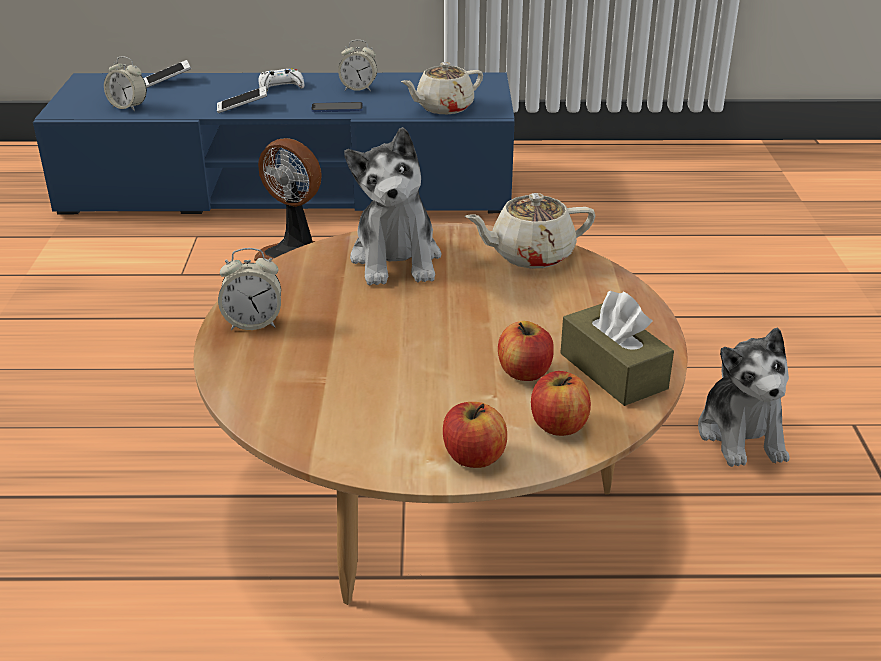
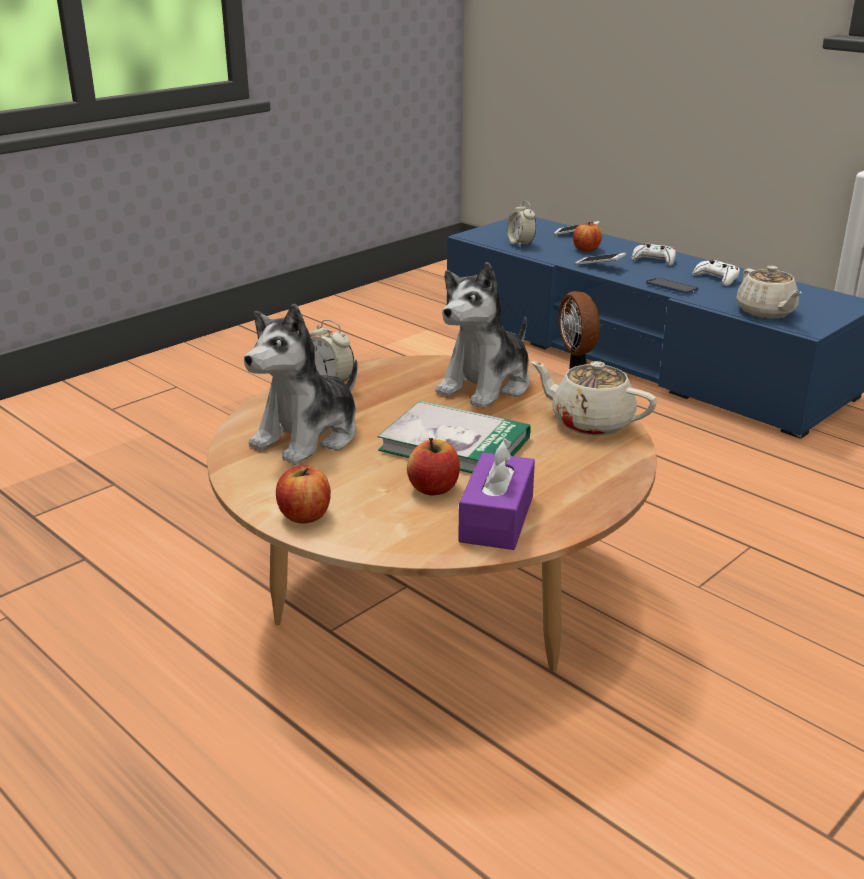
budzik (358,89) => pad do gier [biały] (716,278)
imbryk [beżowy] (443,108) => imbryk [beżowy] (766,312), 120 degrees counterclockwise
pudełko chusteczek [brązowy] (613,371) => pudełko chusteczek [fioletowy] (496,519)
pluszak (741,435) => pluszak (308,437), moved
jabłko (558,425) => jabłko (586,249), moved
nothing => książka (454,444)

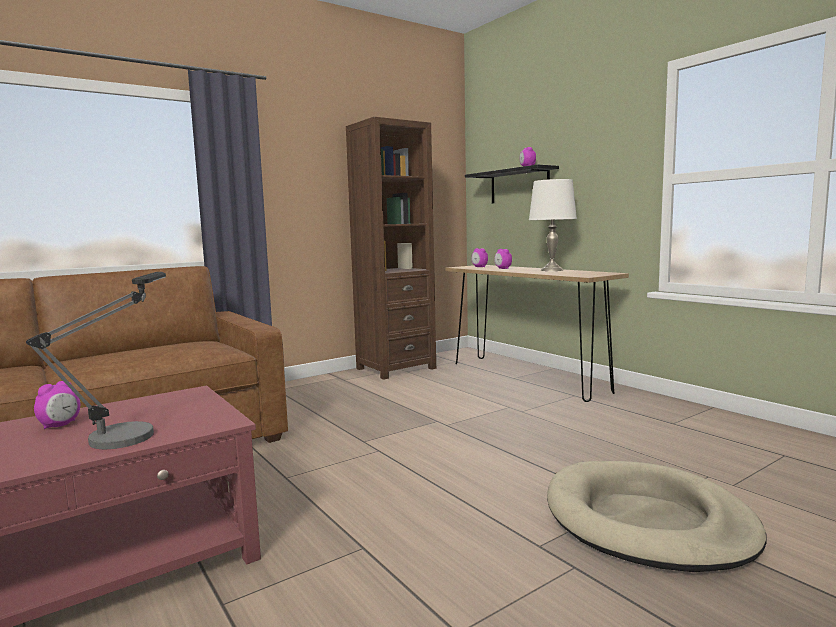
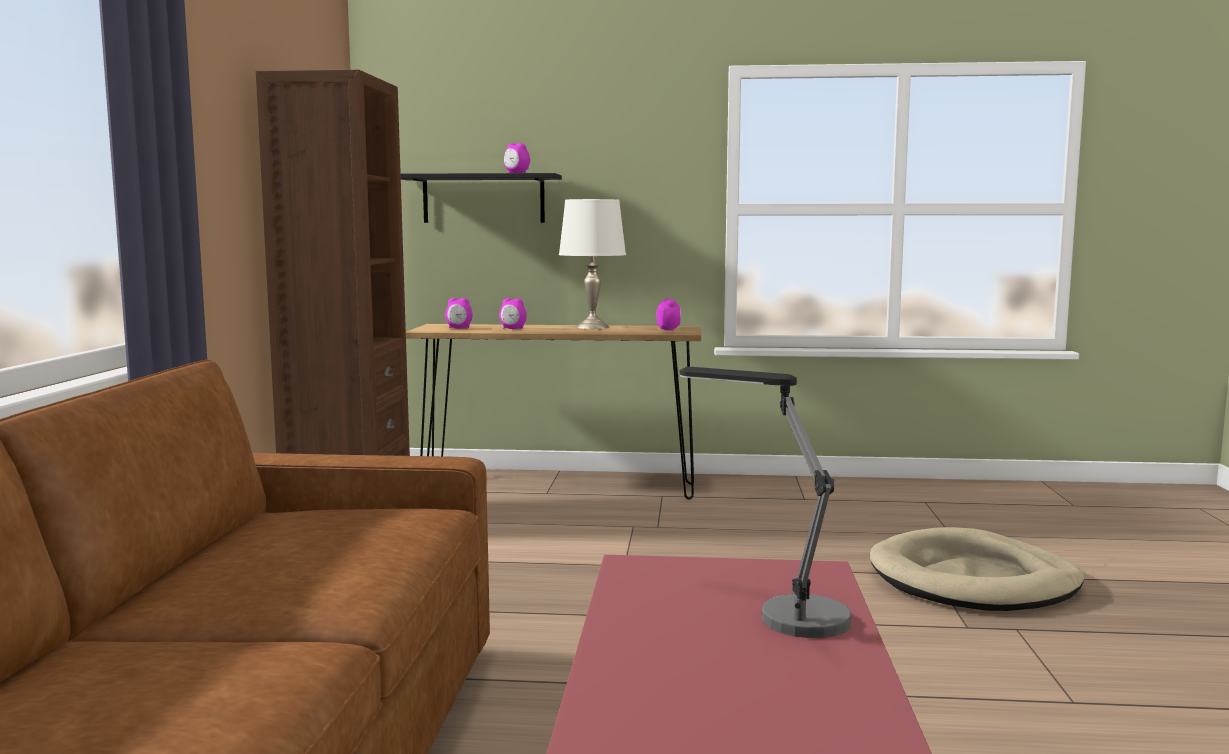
budzik (60,425) => budzik (669,330), moved

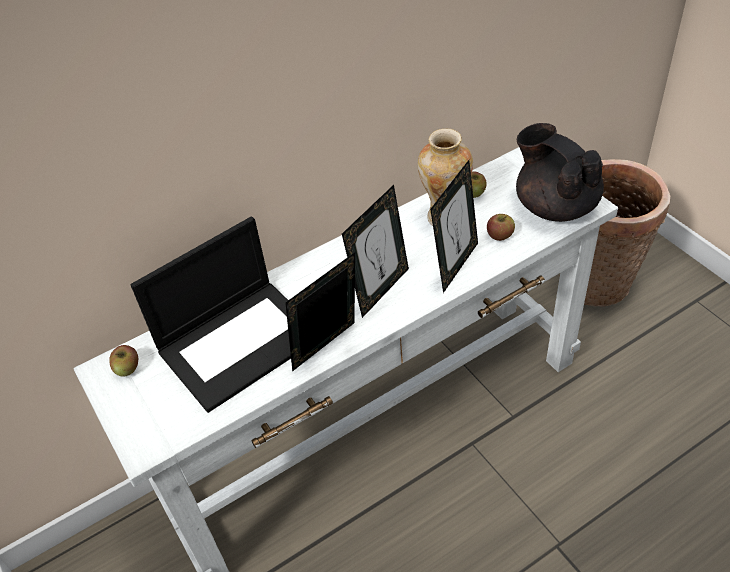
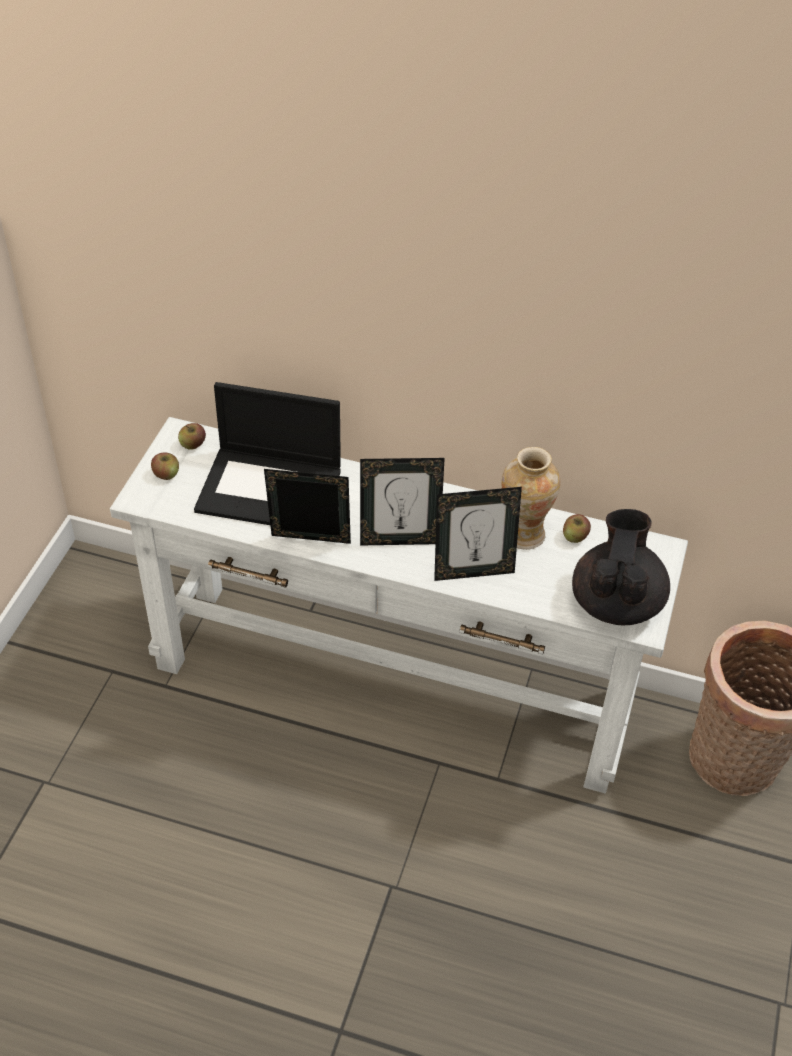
jabłko (500,235) => jabłko (166,474), moved

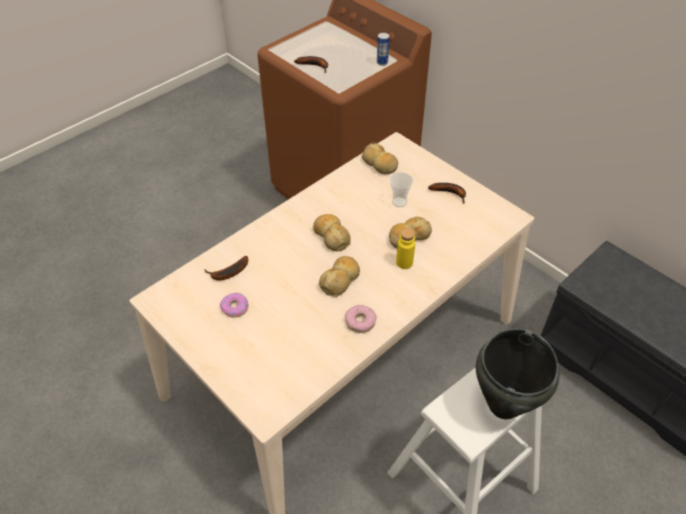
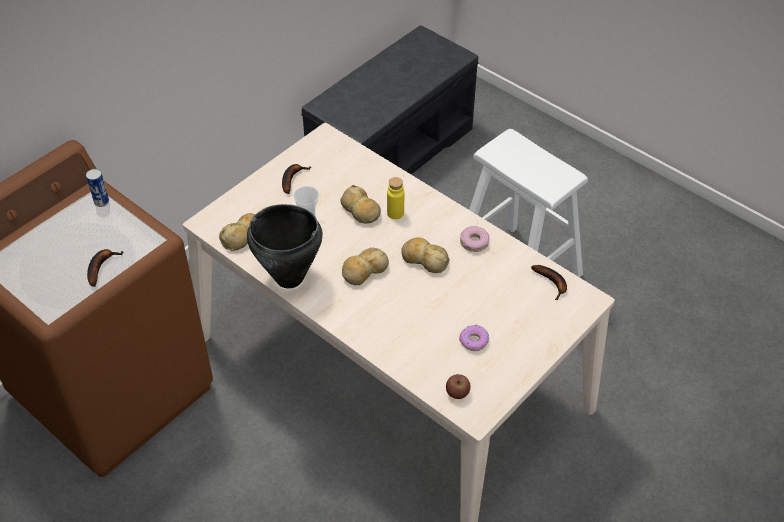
banan (228,273) => banan (552,283), moved
garnek [czarny] (503,405) => garnek [czarny] (289,278), moved
nothing => jabłko (457,392)

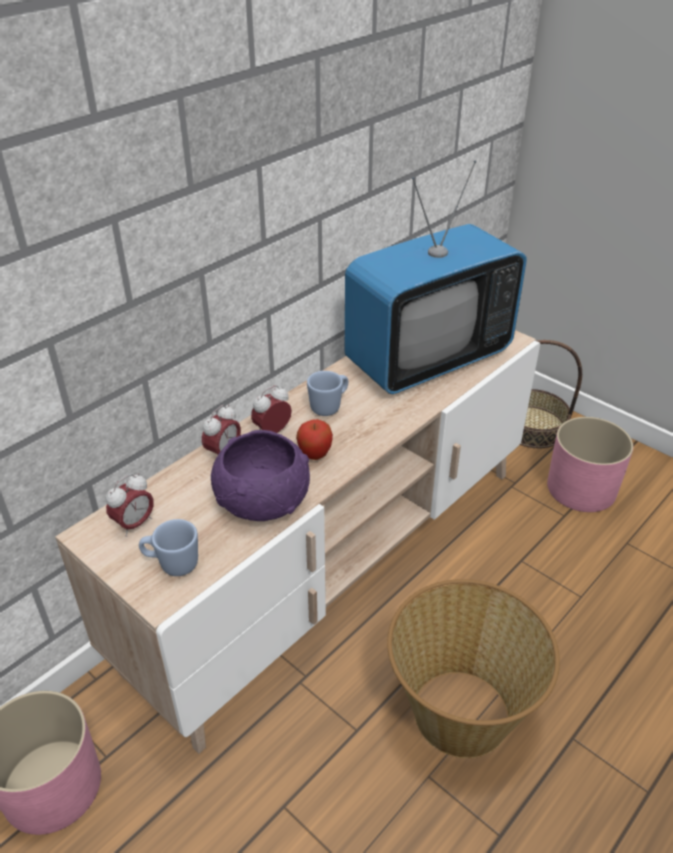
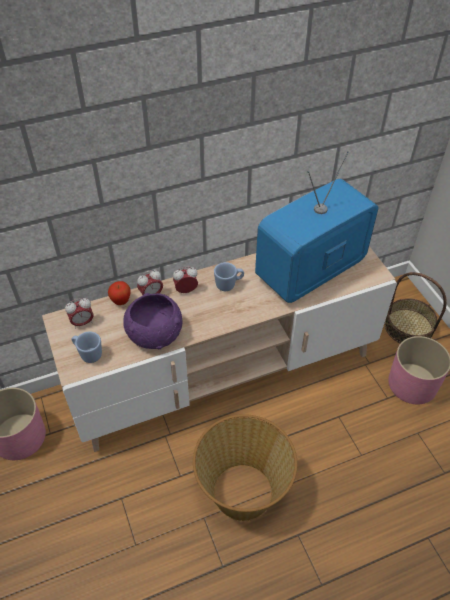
telewizor (427,359) => telewizor (311,271), 150 degrees clockwise
jabłko (315,455) => jabłko (121,301), moved

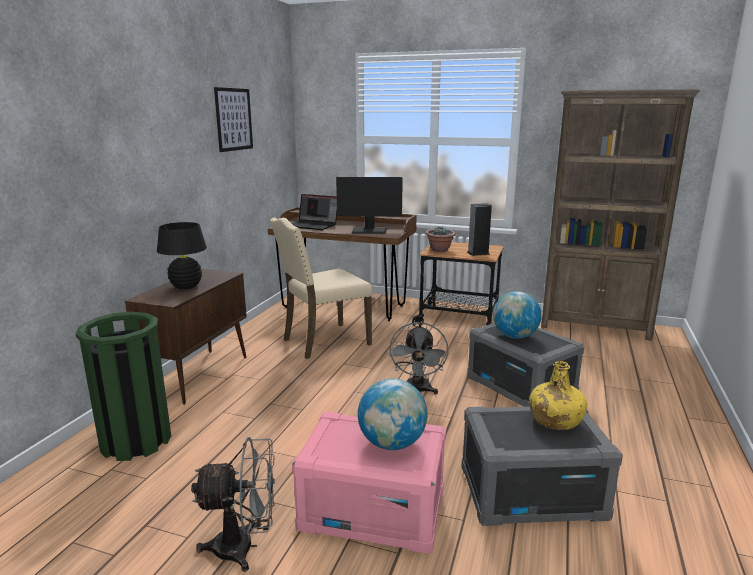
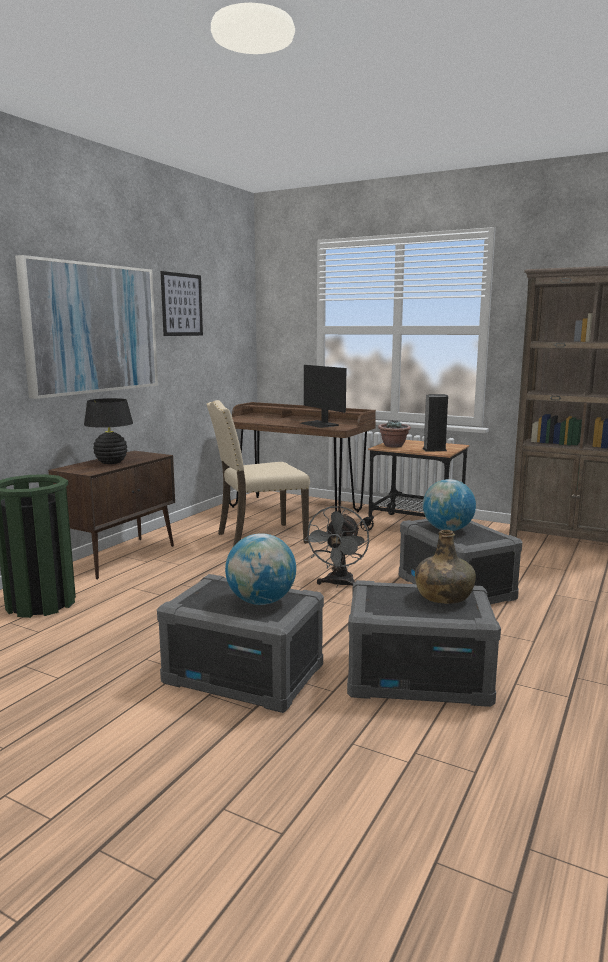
monitor (369,231) => monitor (320,424), 45 degrees clockwise
laptop (313,225) => nothing
butelka [żółty] (554,420) => butelka [zielony] (443,596)
pojemnik do przechowywania [różowy] (373,509) => pojemnik do przechowywania [szary] (244,674)
wentylator [szary] (244,547) => nothing
nothing => obraz (91,328)

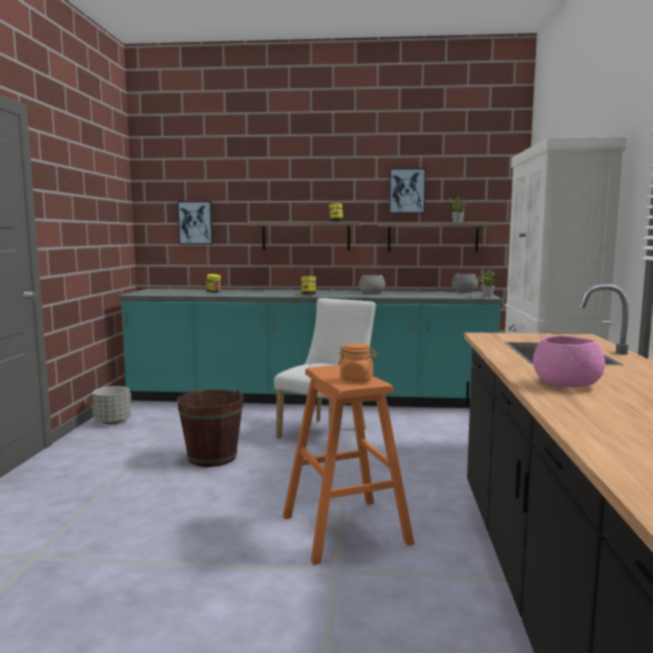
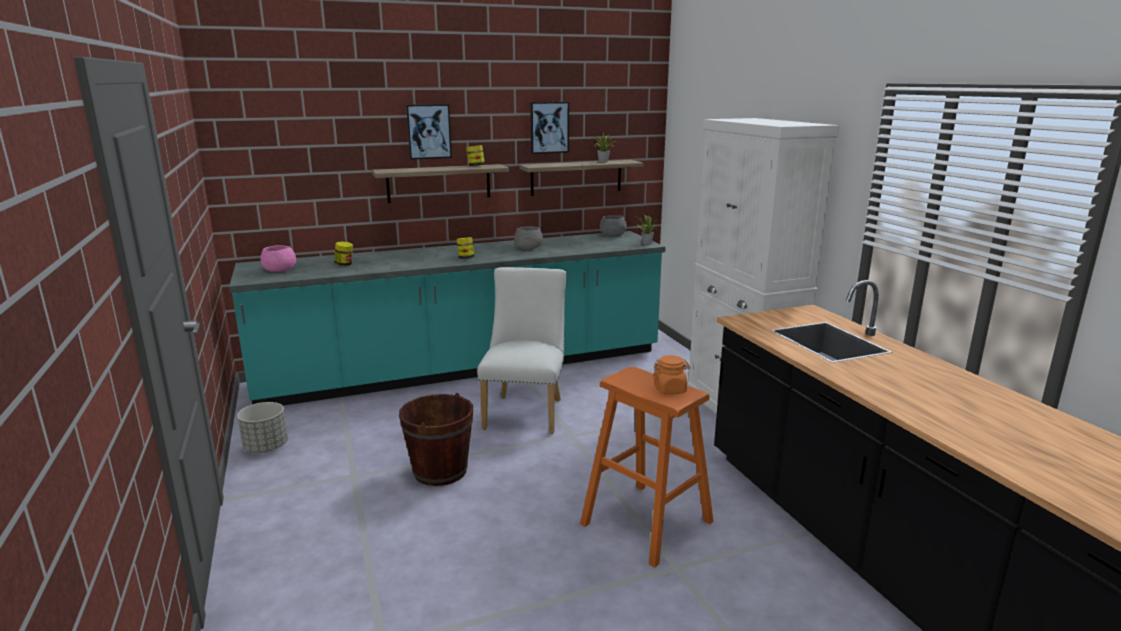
obraz (195,222) => obraz (429,131), moved
miska [różowy] (567,384) => miska [różowy] (280,270), moved

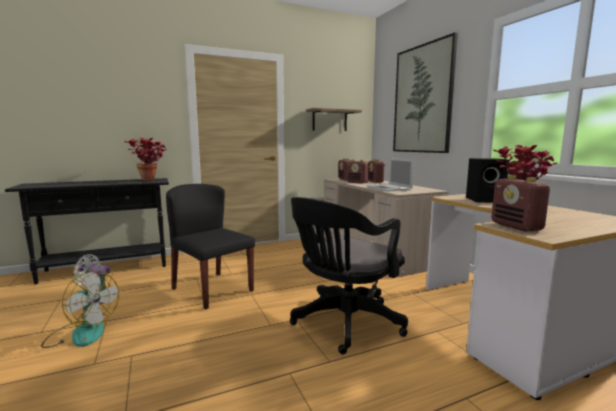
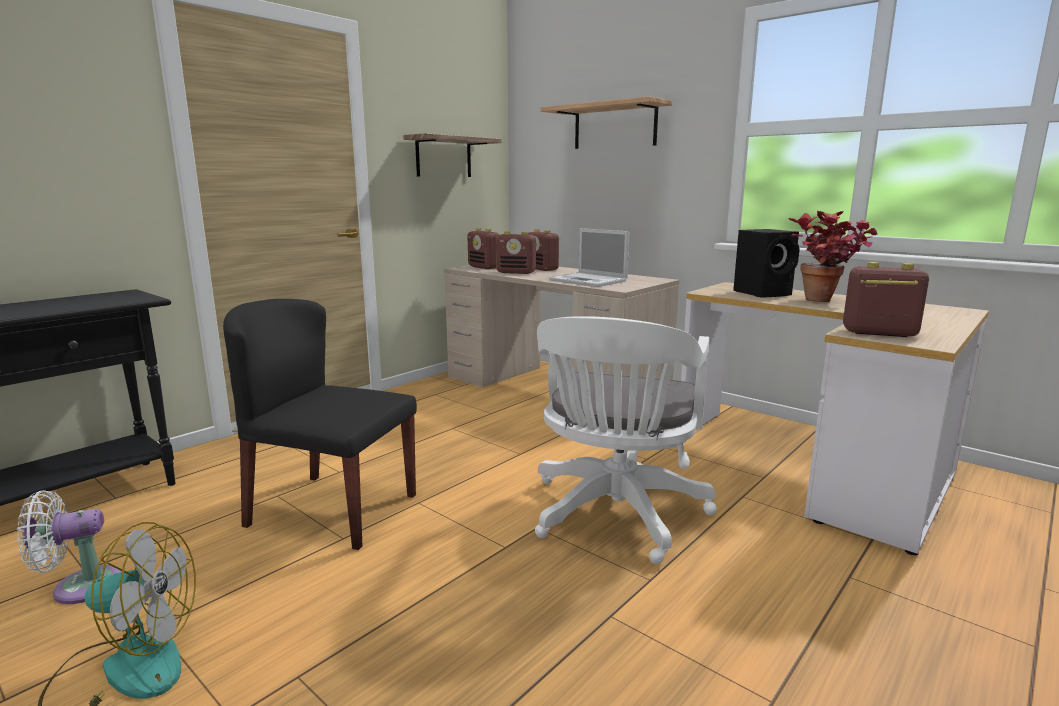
obraz (422,99) => półka (614,126)
roślina doniczkowa (150,181) => nothing
radio (516,227) => radio (878,333), 150 degrees clockwise
krzesło biurowe [czarny] (344,323) => krzesło biurowe [biały] (615,516)

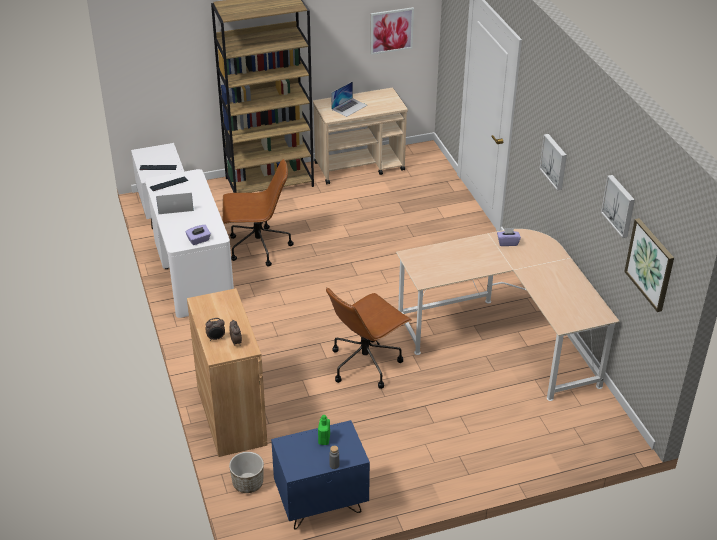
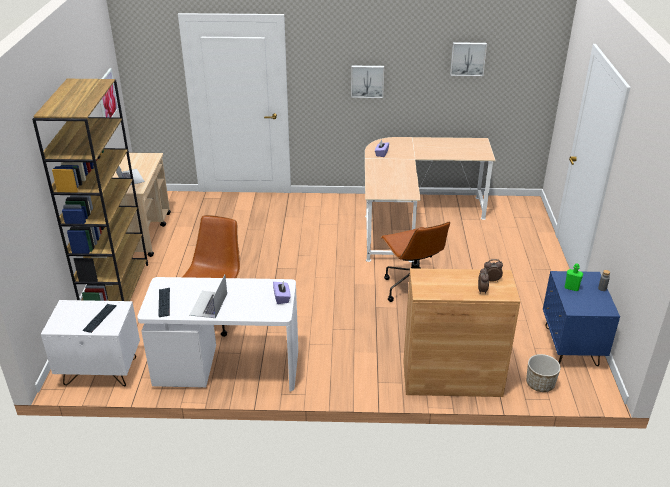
obraz (650,264) => nothing

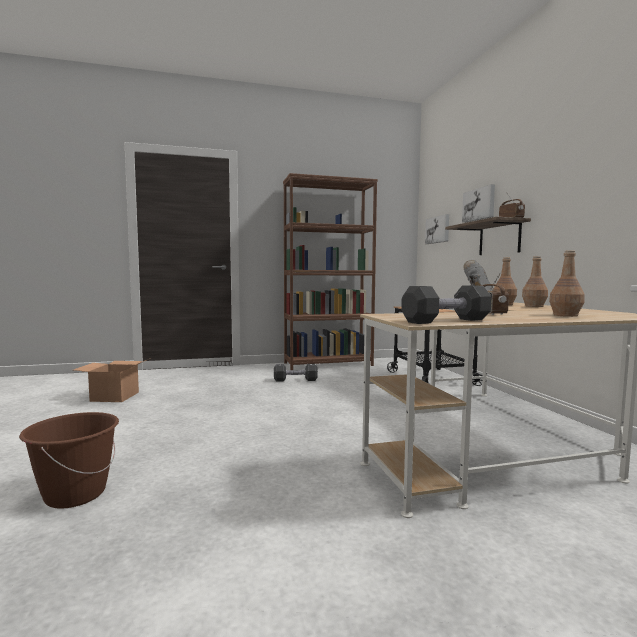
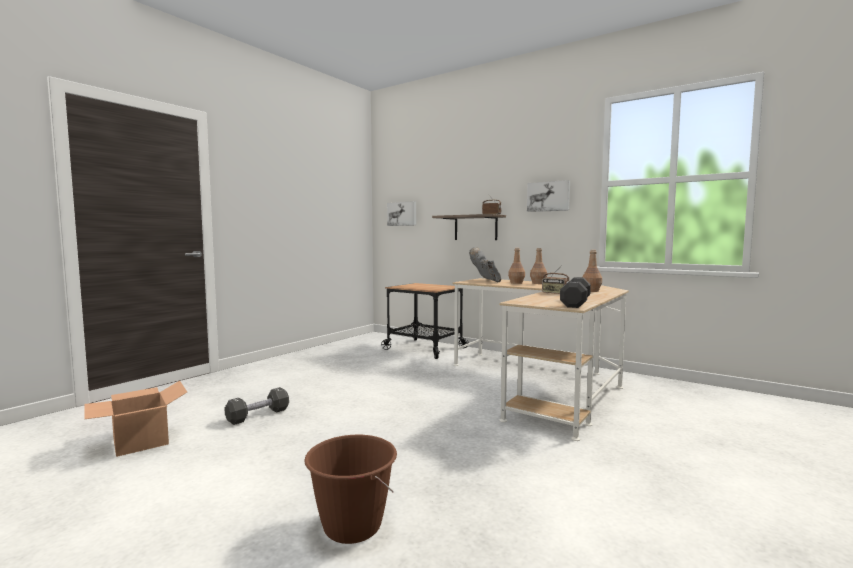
regał [brązowy] (328,364) => nothing
obraz (479,204) => obraz (548,196), moved
hantel [czarny] (295,380) => hantel [czarny] (258,416), moved

